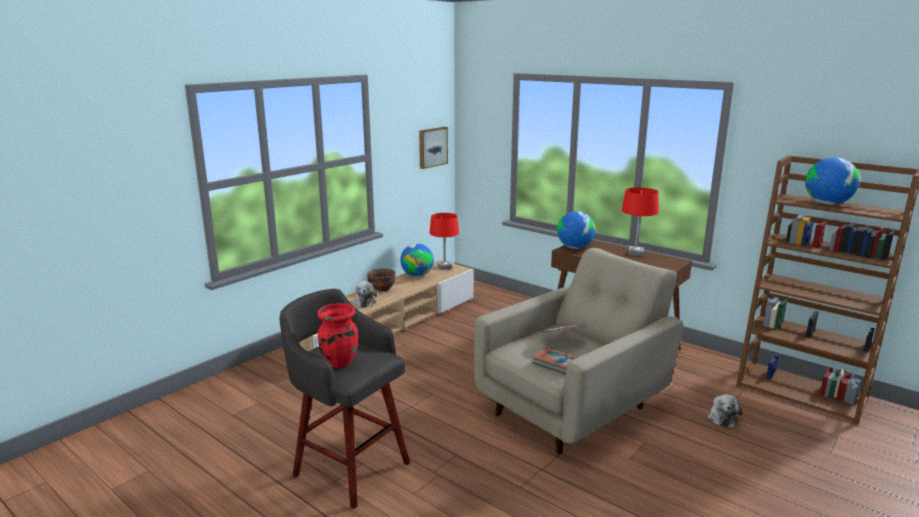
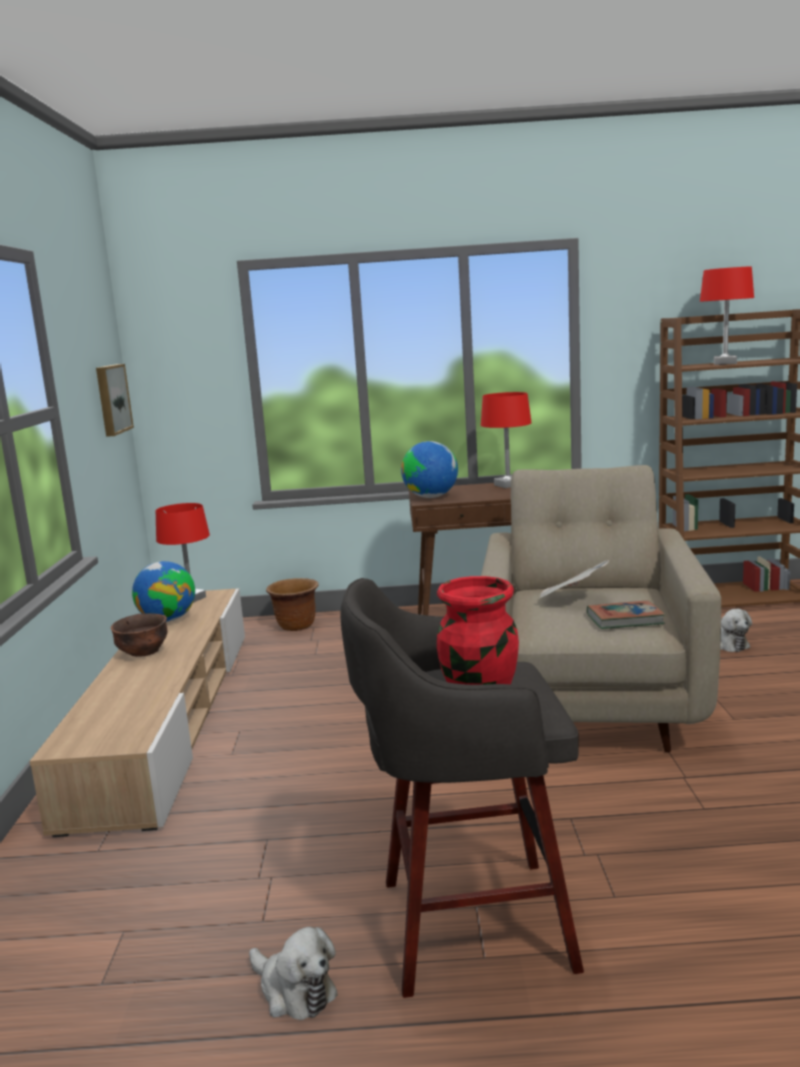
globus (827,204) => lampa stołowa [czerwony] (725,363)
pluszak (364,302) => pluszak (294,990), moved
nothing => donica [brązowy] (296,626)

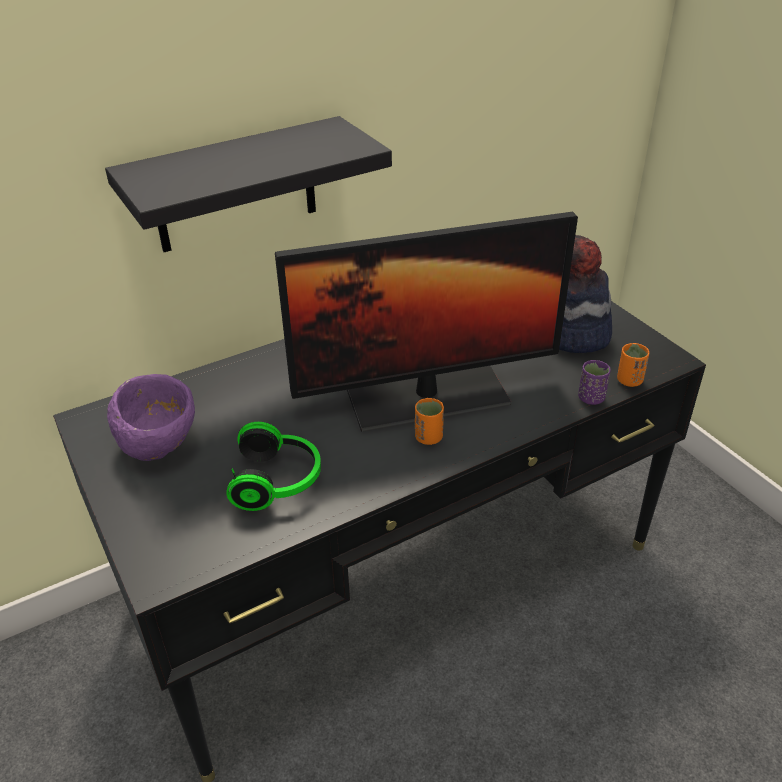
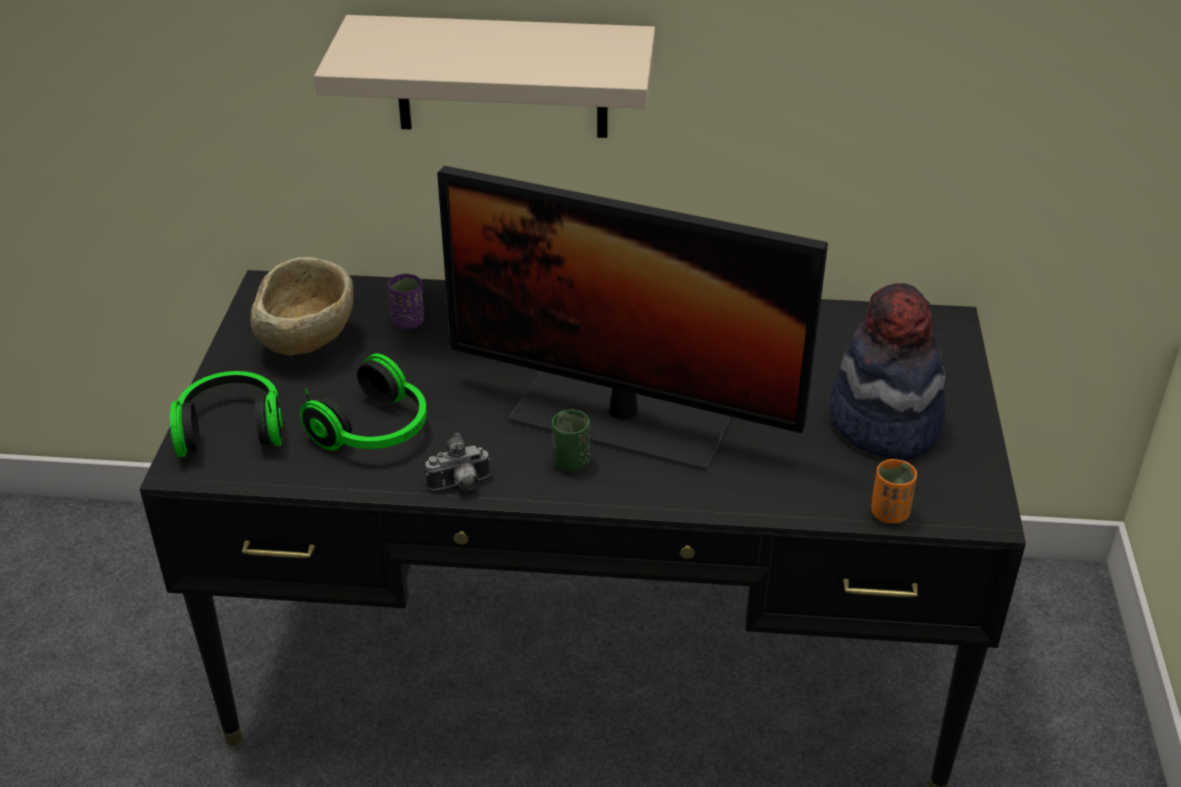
półka [czarny] (235,186) => półka [beżowy] (501,77)
filiżanka [fioletowy] (591,398) => filiżanka [fioletowy] (408,322), moved
miska [fioletowy] (161,445) => miska [beżowy] (308,344)
filiżanka [pomarańczowy] (428,437) => filiżanka [zielony] (571,462)
nothing => słuchawki (231,428)
nothing => aparat fotograficzny (460,485)

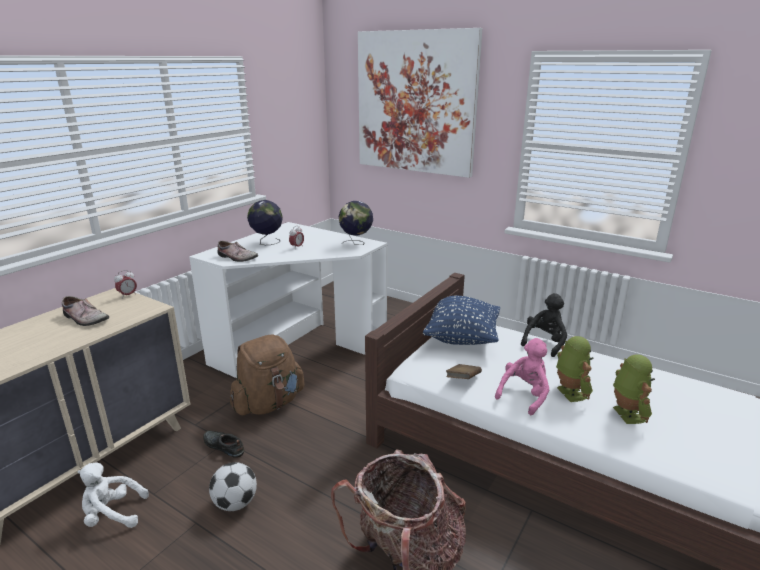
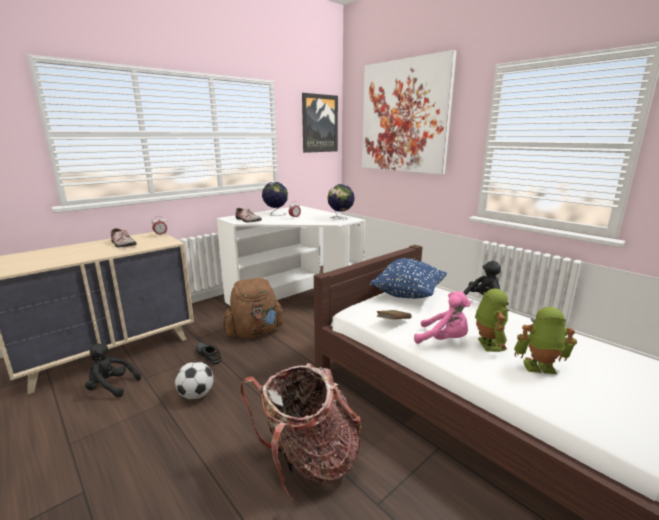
pluszak [różowy] (524,395) => pluszak [różowy] (443,340), 60 degrees clockwise
robot zabawkowy (626,414) => robot zabawkowy (539,368), 90 degrees counterclockwise
pluszak [biały] (112,515) => pluszak [czarny] (111,387)
nothing => obraz (319,123)

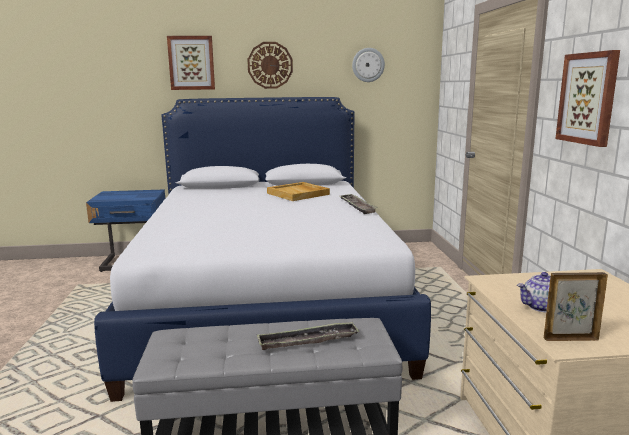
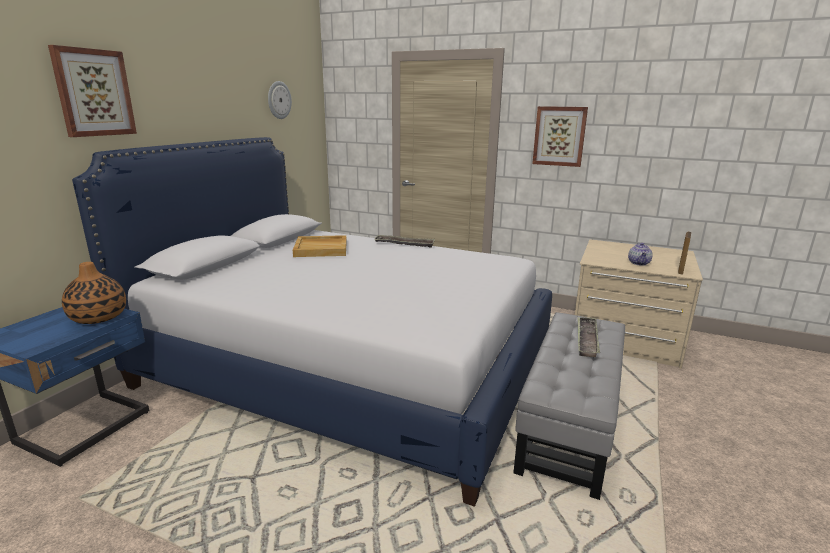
zegar ścienny (270,65) => nothing
nothing => wazon (98,317)

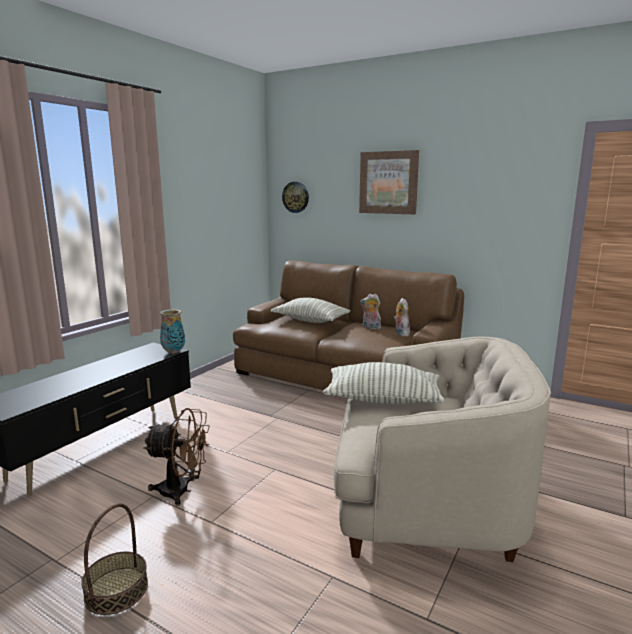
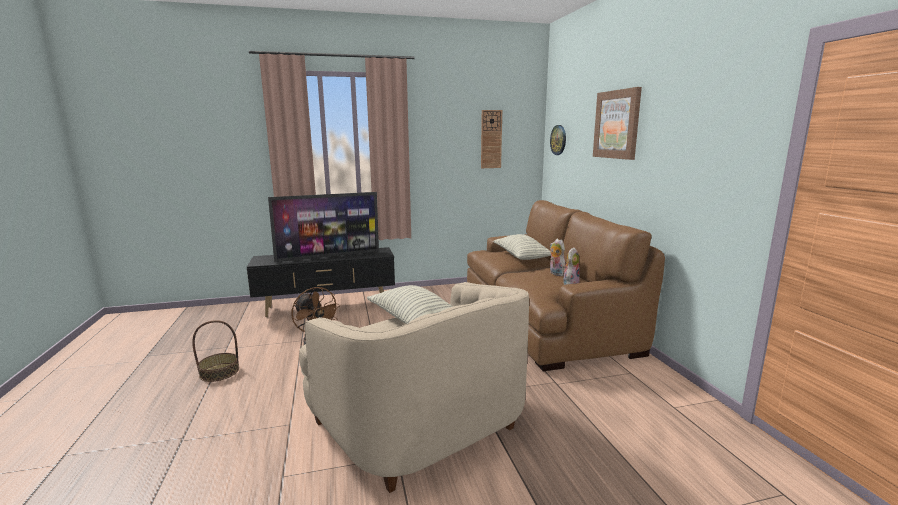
wazon (173,352) => nothing
nothing => zegar ścienny (491,139)
nothing => telewizor (329,256)

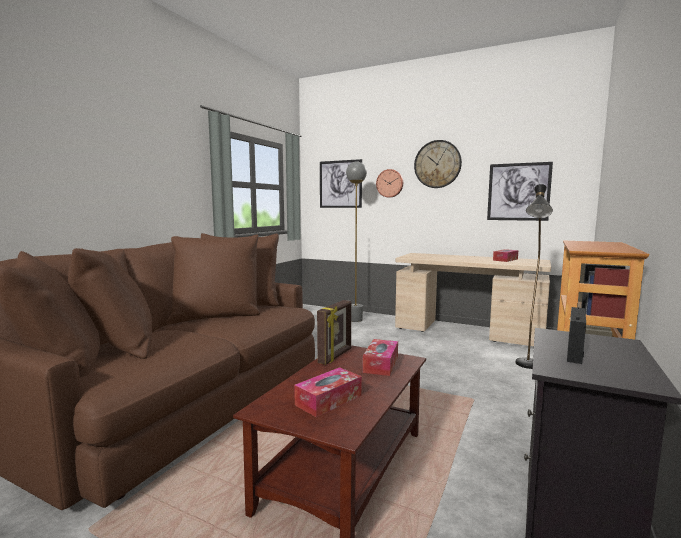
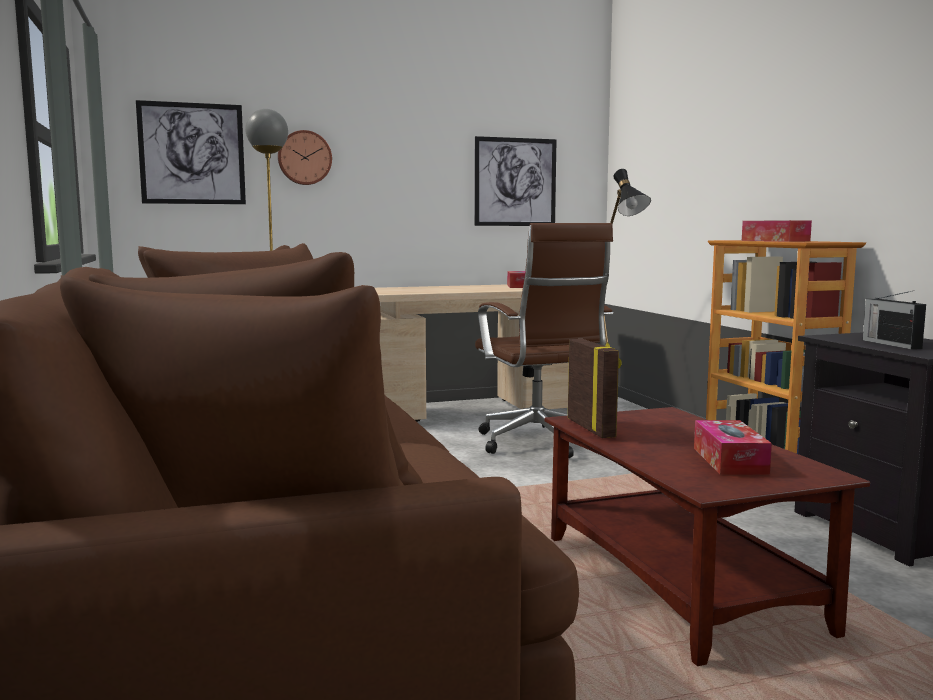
zegar ścienny (437,164) => nothing
pudełko chusteczek (381,364) => pudełko chusteczek (775,241), moved
nothing => krzesło biurowe [brązowy] (539,444)

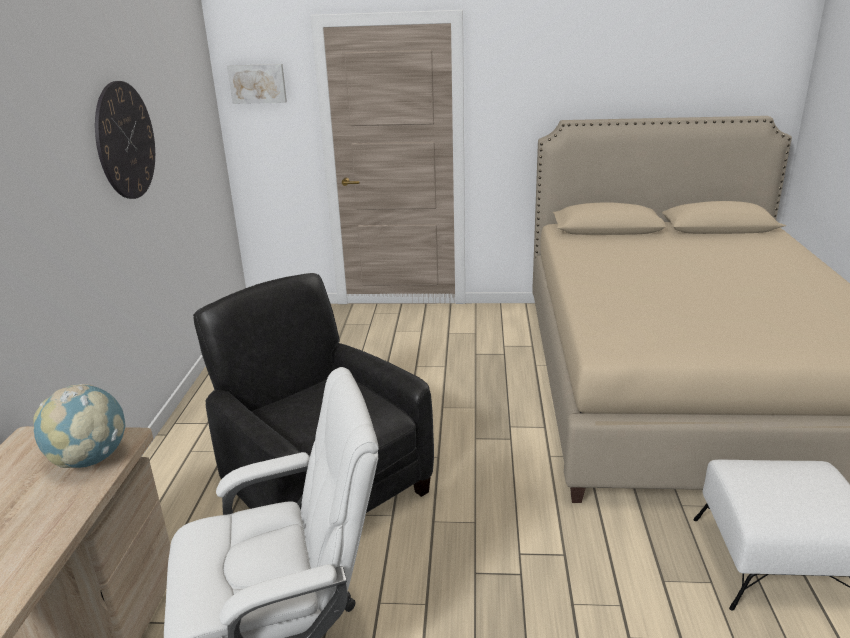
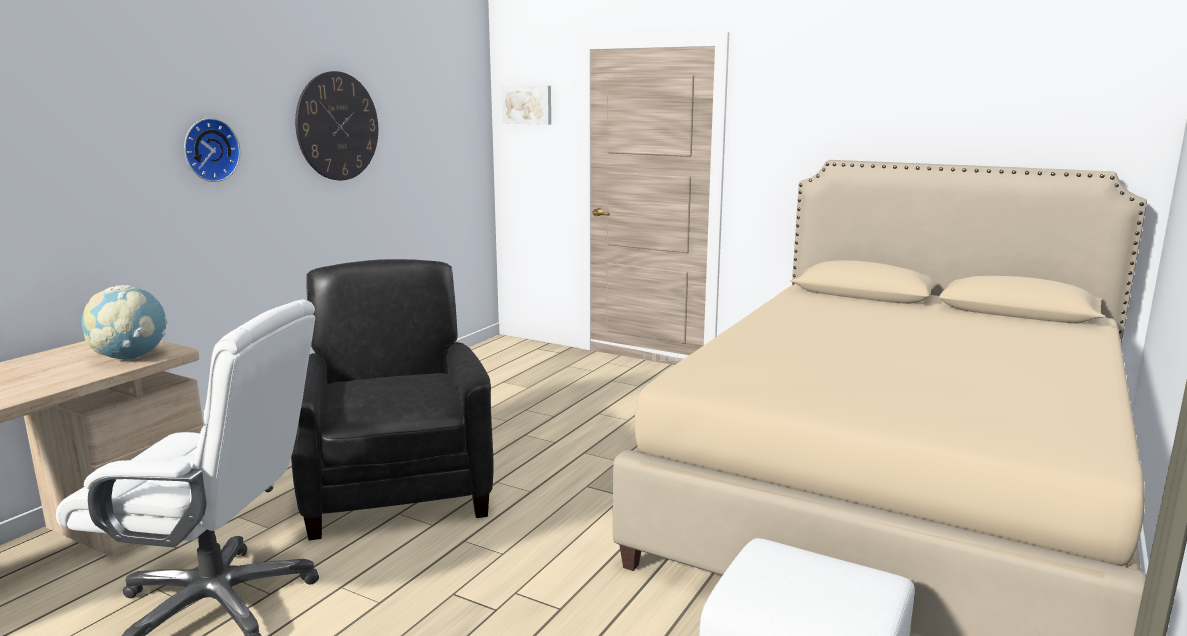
nothing => zegar ścienny (209,150)

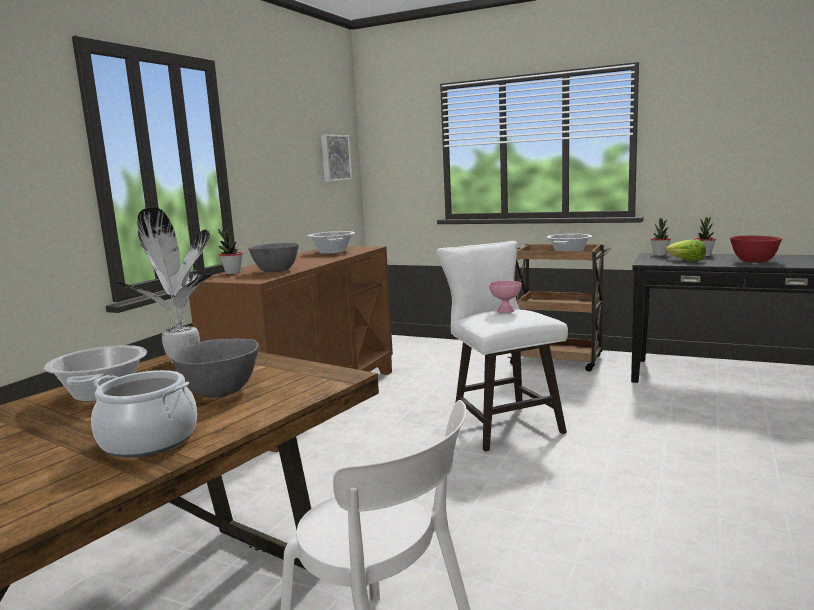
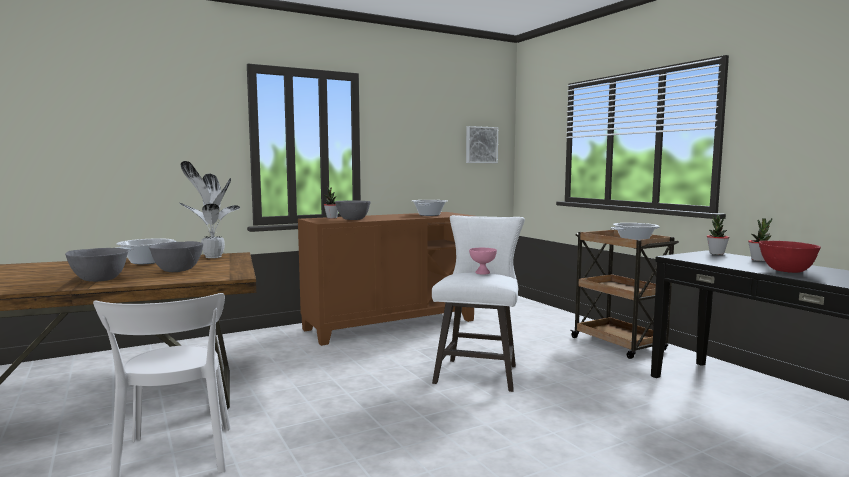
sałata (686,261) => nothing
garnek (149,441) => miska [szary] (99,280)

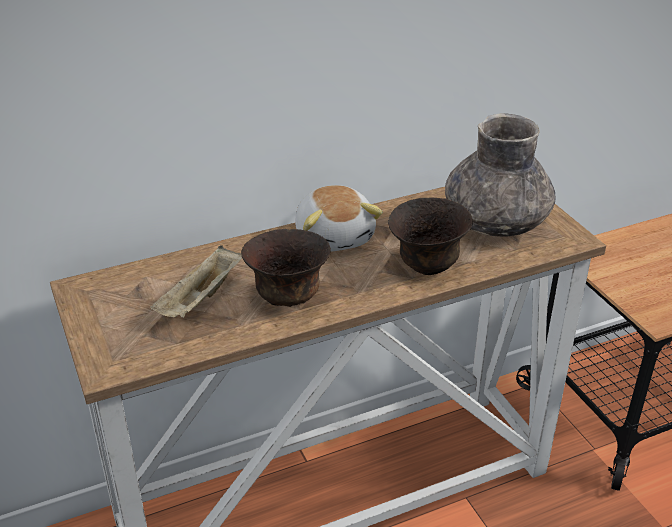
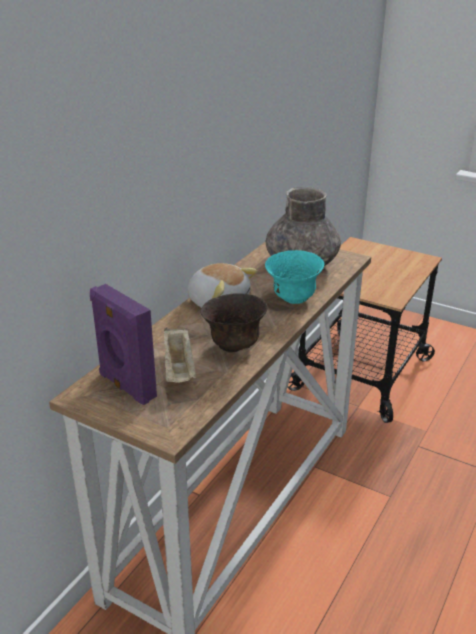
miska [brązowy] (427,266) => miska [turkusowy] (293,299)
nothing => głośnik [fioletowy] (126,386)

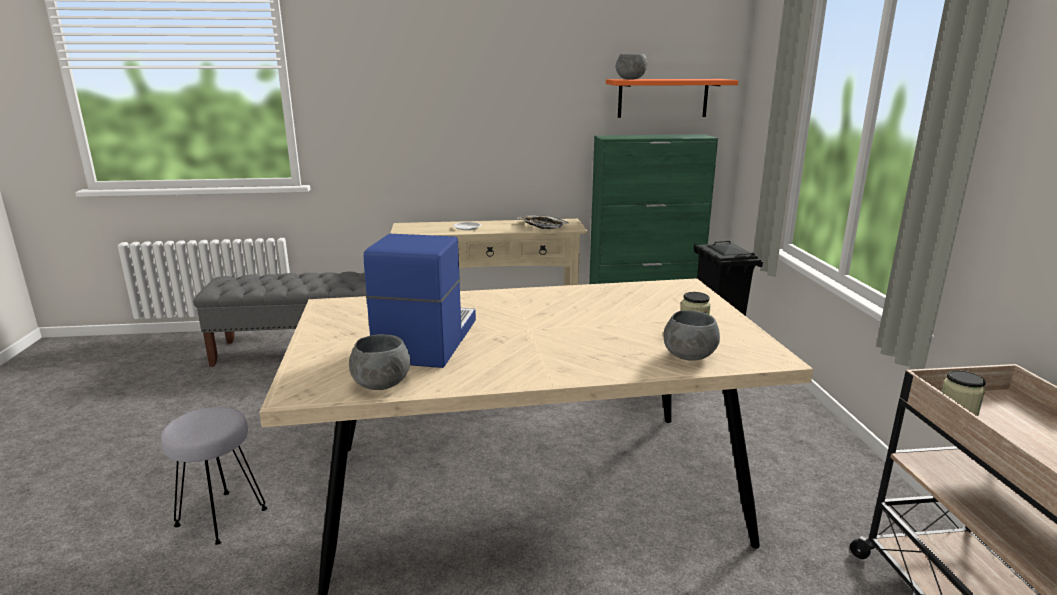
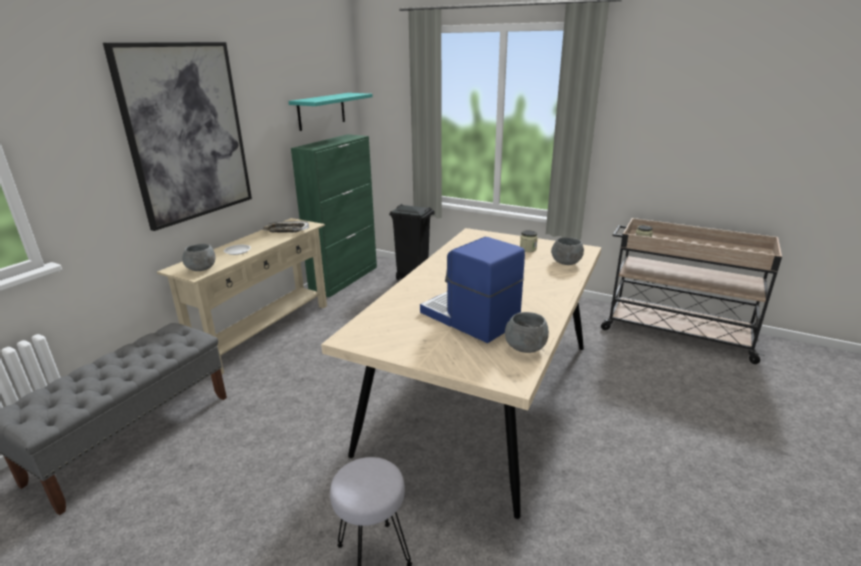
miska [szary] (630,79) => miska [szary] (201,269), moved
półka [pomarańczowy] (663,98) => półka [turkusowy] (321,111)
nothing => obraz (187,133)

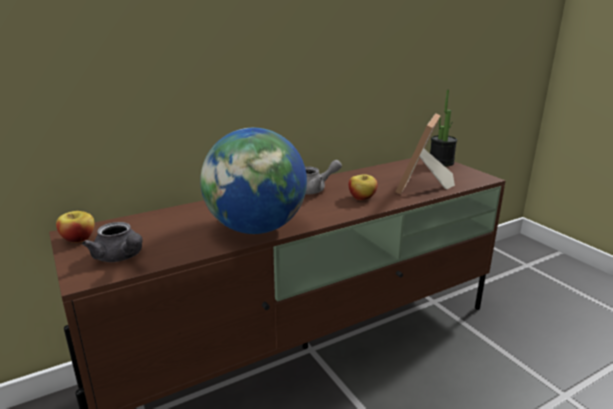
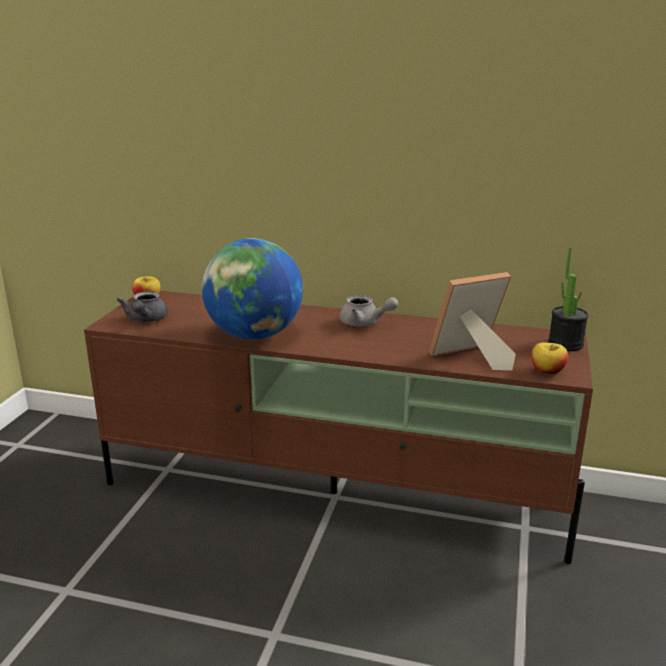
jabłko (362,198) => jabłko (547,371), moved

